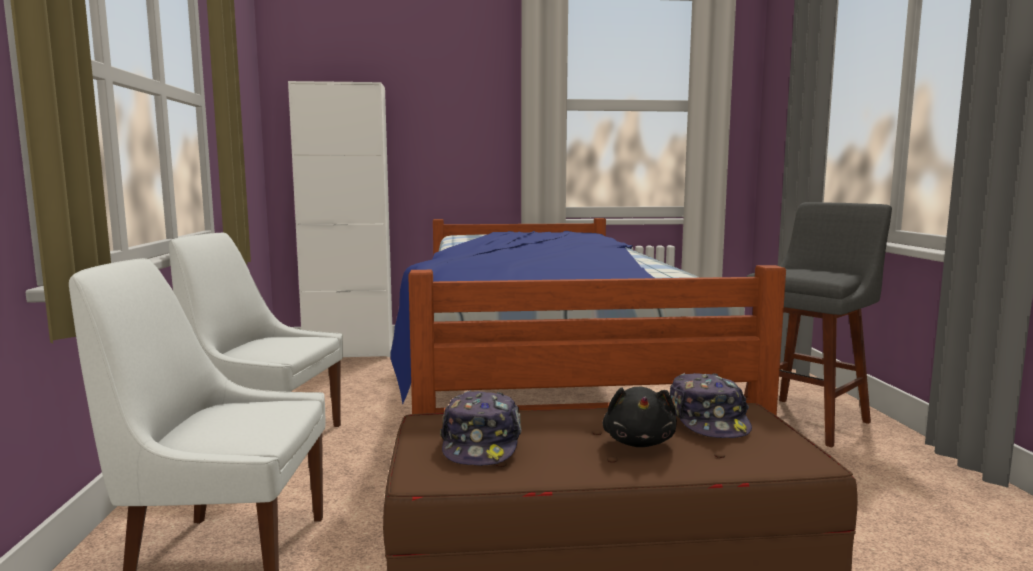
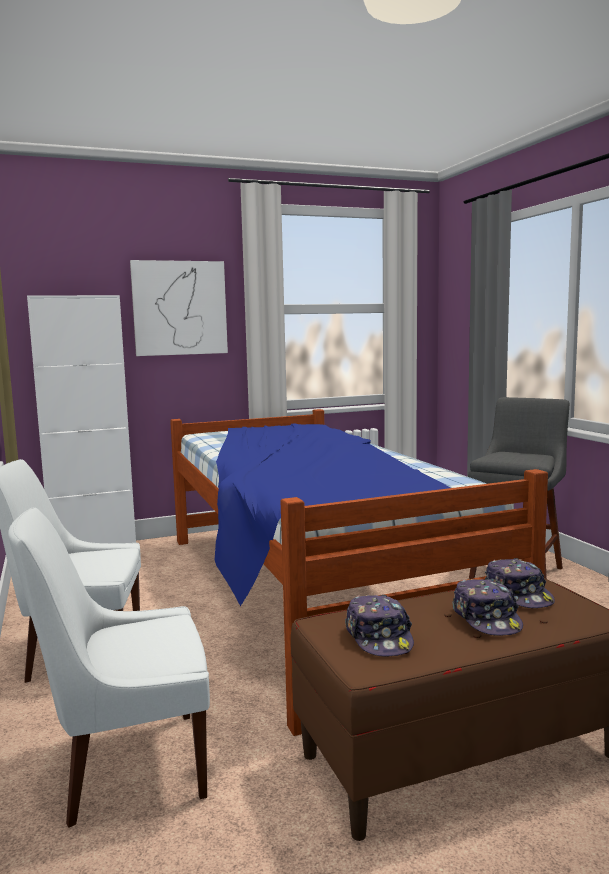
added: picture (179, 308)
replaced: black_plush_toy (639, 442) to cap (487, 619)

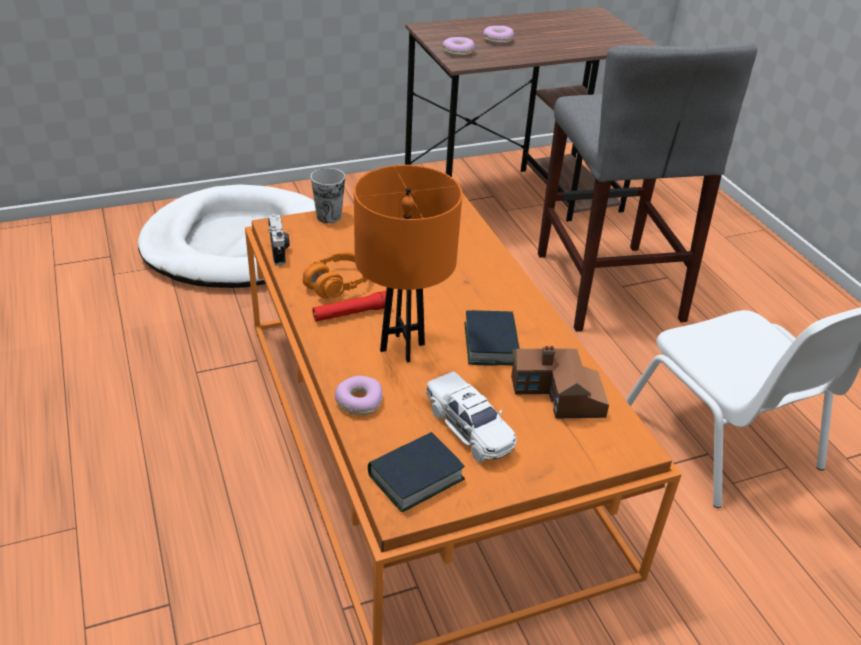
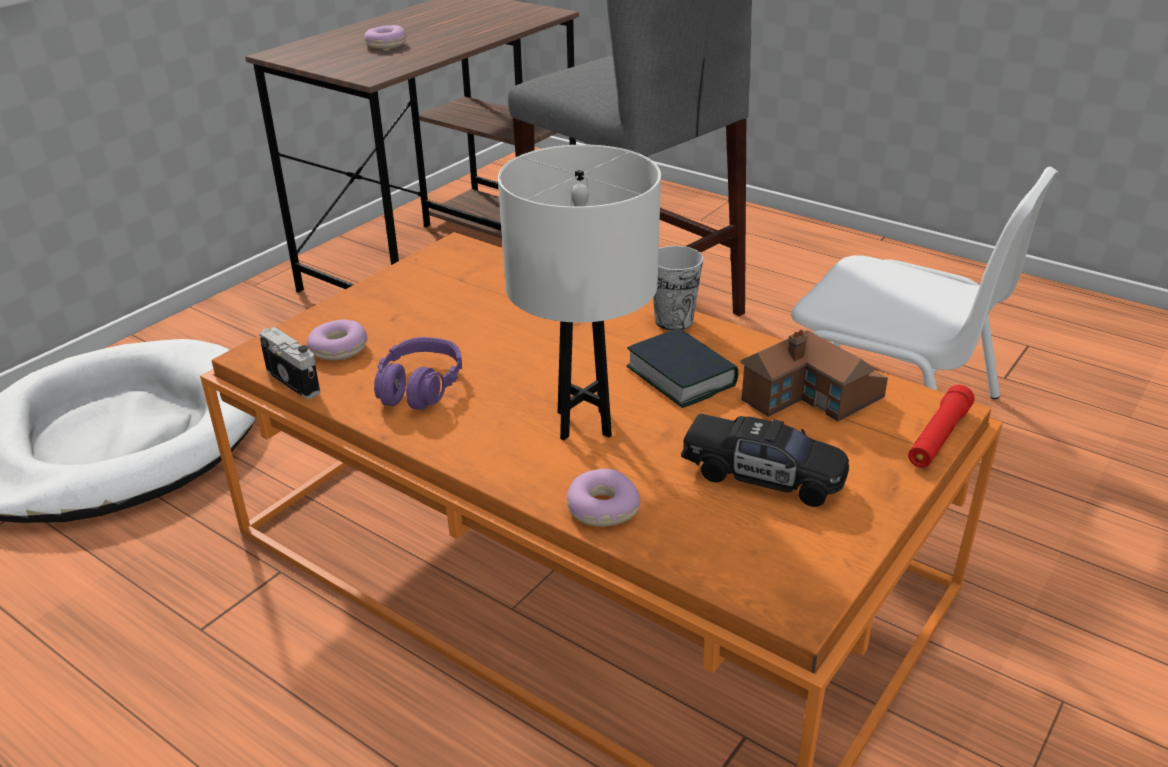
removed: book (415, 477)
moved: cup (329, 216) to (674, 321); red_flashlight (352, 313) to (938, 437); donut (458, 52) to (339, 349)
recoloured: orange_headphones (337, 284) to purple_headphones (419, 387); orange_table_lamp (402, 347) to white_table_lamp (584, 423); white_toy_car (469, 428) to black_toy_car (763, 475)

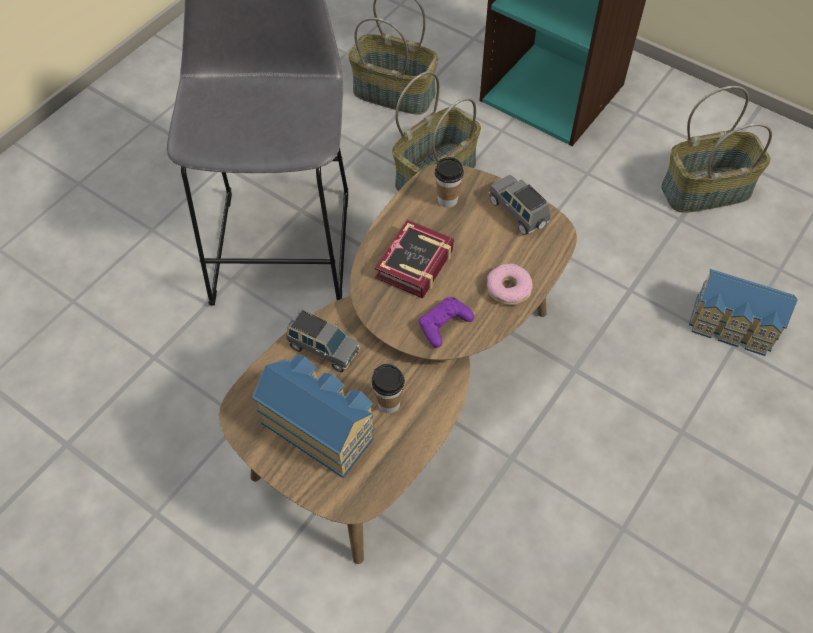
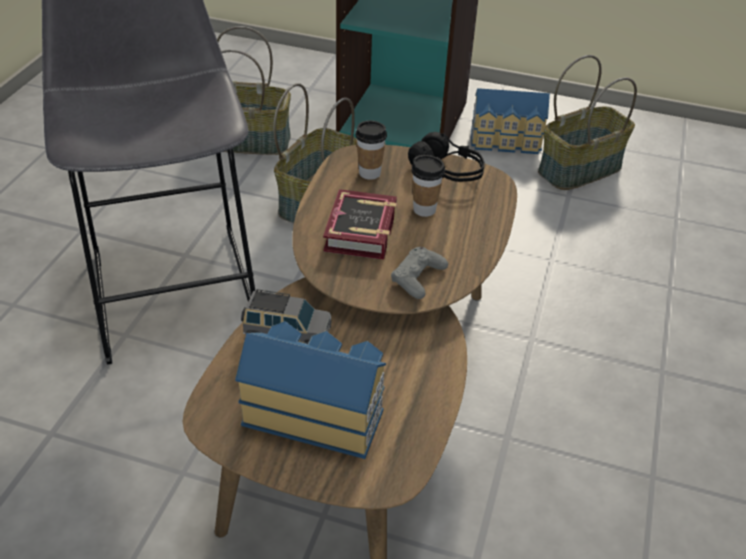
removed: donut (508, 289)
moved: cup (389, 403) to (424, 209); toy_house (733, 327) to (506, 141)
replaced: grey_toy_car (518, 213) to black_headphones (447, 172)
recoloured: purple_game_controller (444, 324) to grey_game_controller (418, 278)

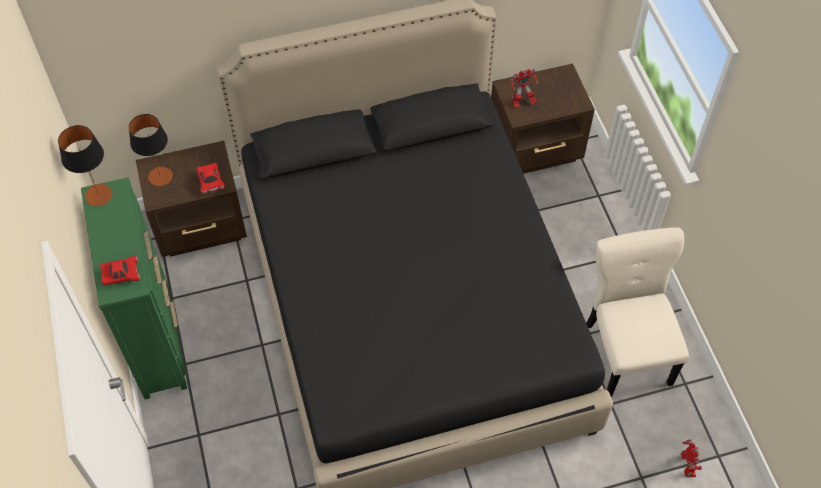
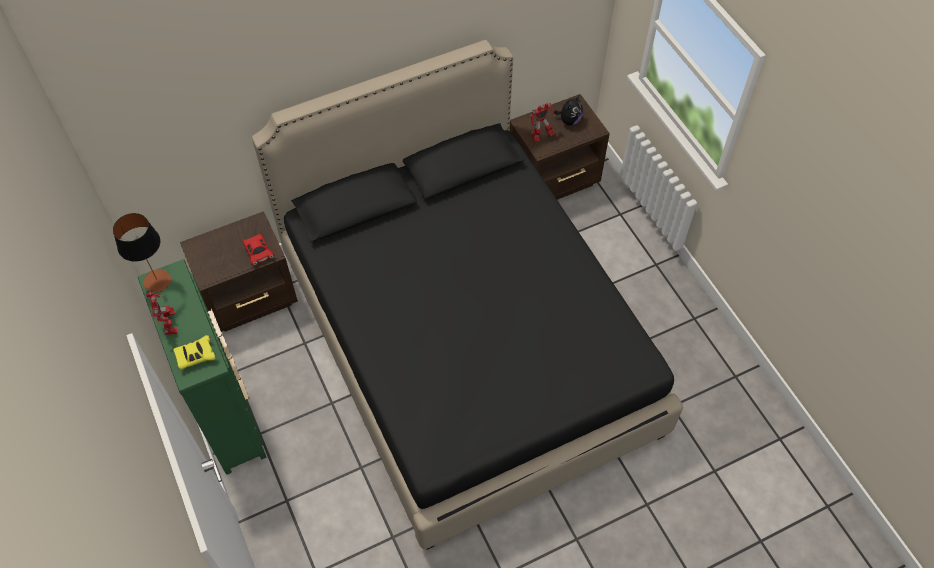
removed: table_lamp (160, 176); beige_chair (626, 350)
added: plush_toy (569, 120)
moved: toy_robot (686, 467) to (170, 325)
recoloured: red_toy_car (121, 275) to yellow_toy_car (196, 356)

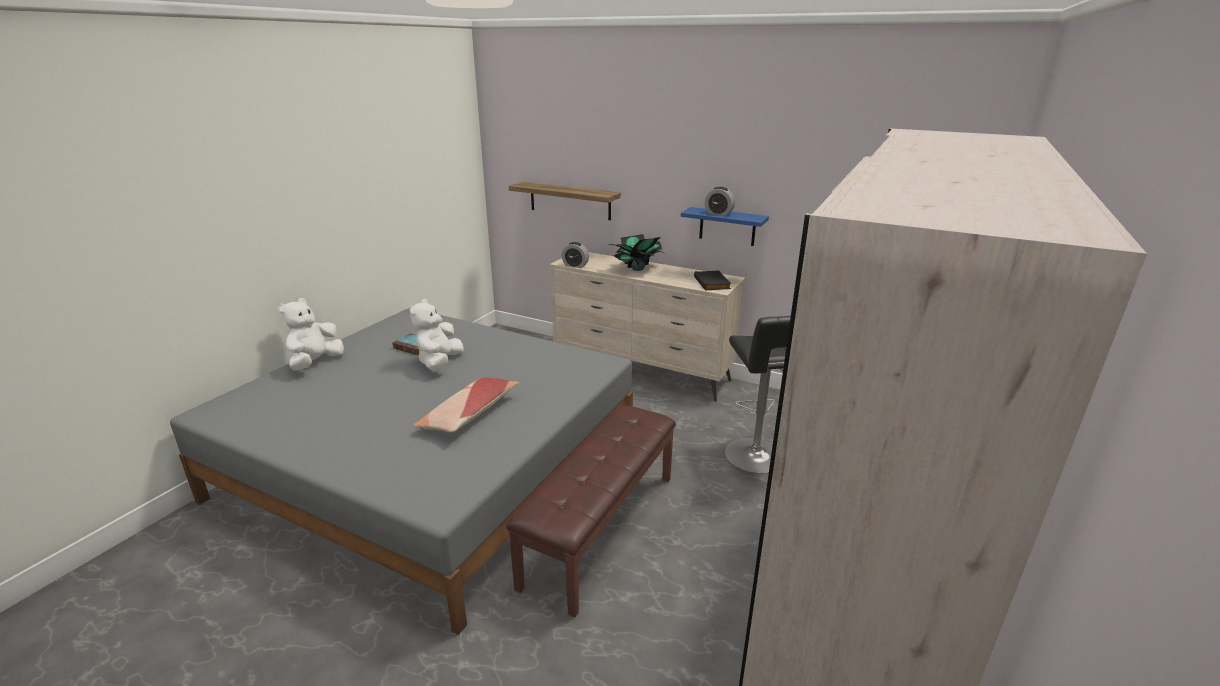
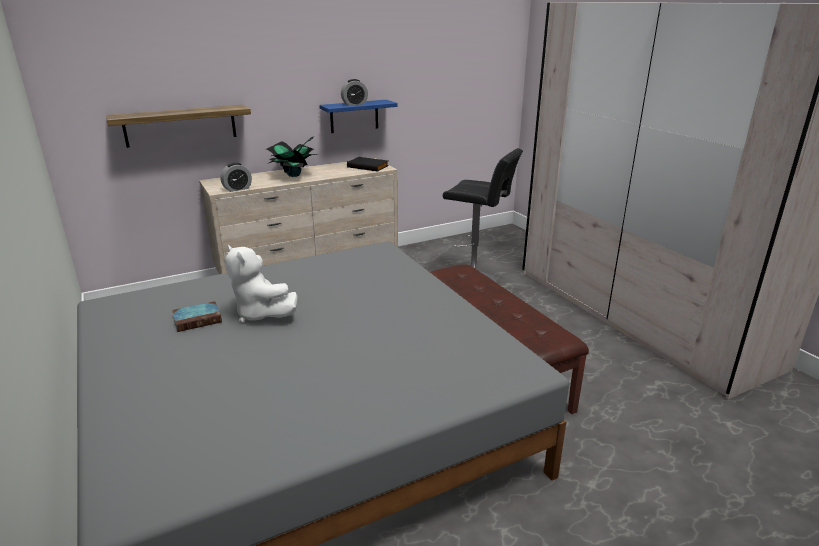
removed: white_plush_toy (315, 363); pillow (469, 414)

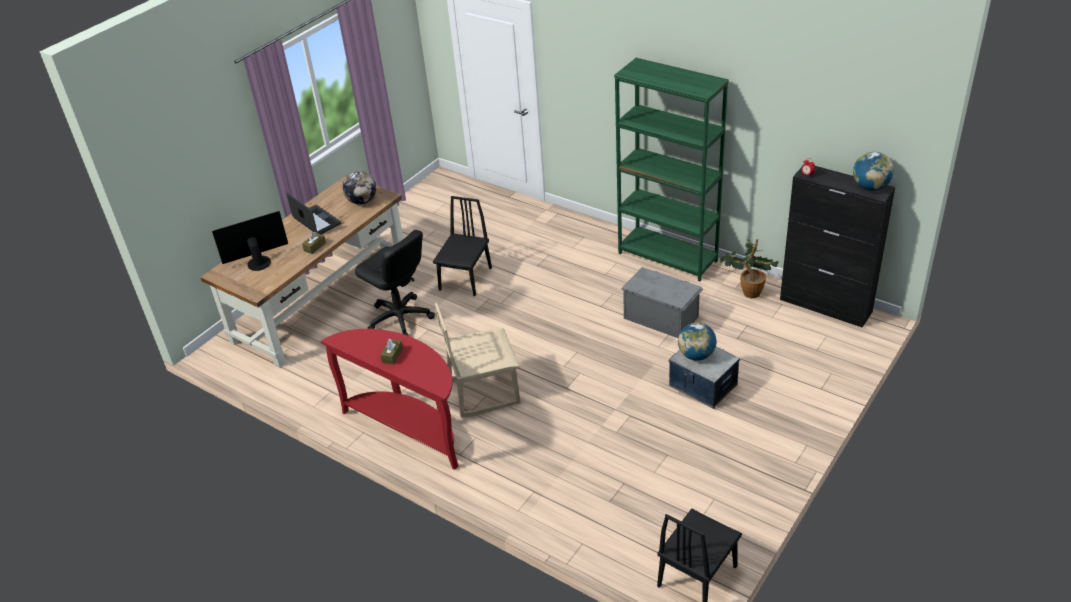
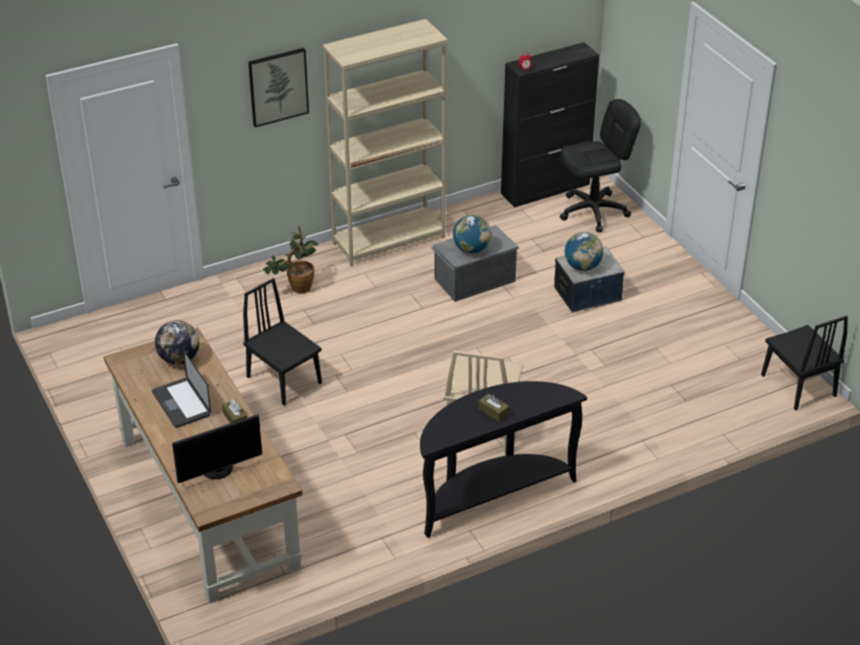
added: picture (278, 86)
moved: black_office_chair (400, 318) to (593, 211); potted_plant (748, 291) to (296, 288); globe (870, 187) to (471, 249)
recoloured: red_console_table (410, 428) to black_console_table (491, 494); green_bookcase (668, 257) to beige_bookcase (389, 240)
turned: monitor (258, 262) = (218, 470) 120 degrees counterclockwise; laptop (317, 221) = (181, 404) 105 degrees counterclockwise

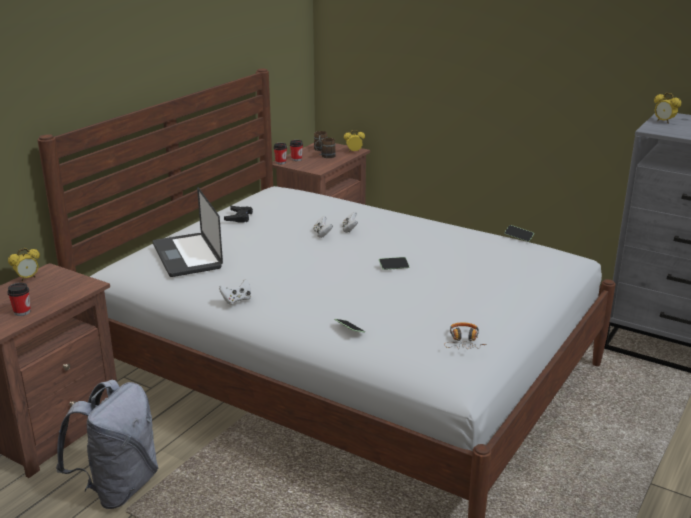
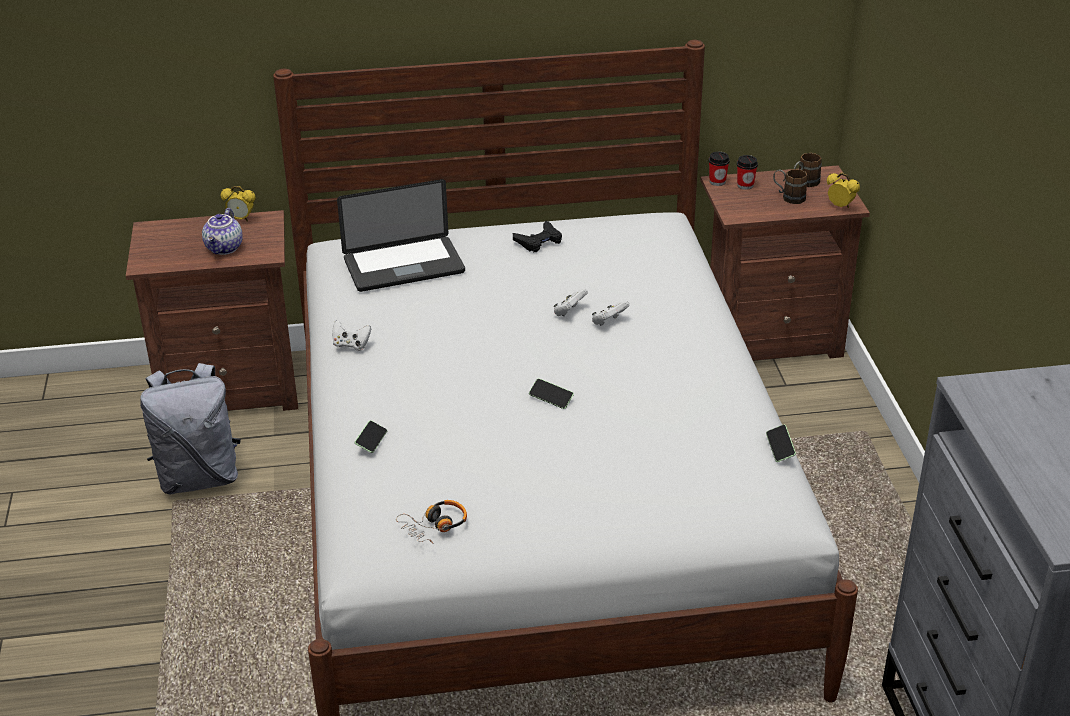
removed: cup (22, 312); alarm_clock (664, 122)
added: teapot (225, 248)
turned: laptop (187, 256) = (404, 266) 135 degrees counterclockwise

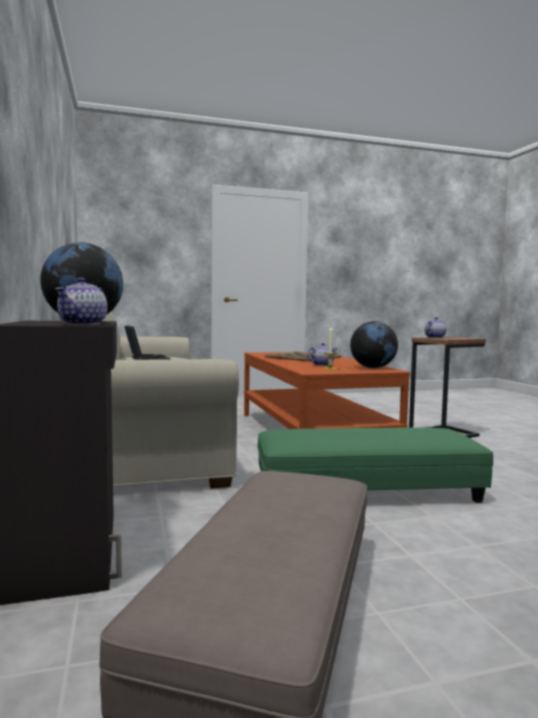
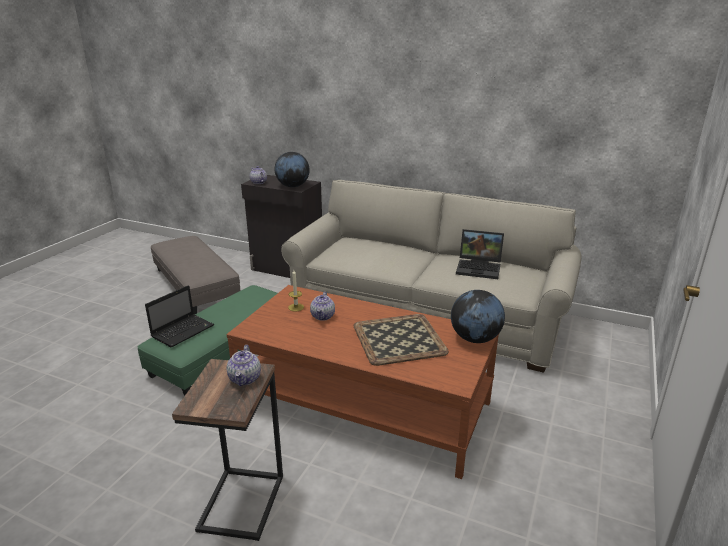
added: laptop (183, 331)
moved: globe (373, 368) to (475, 339)

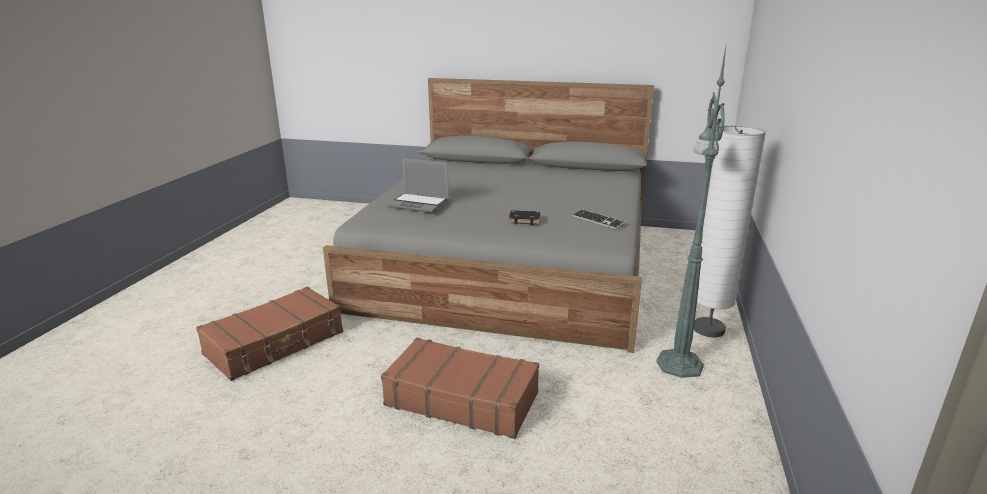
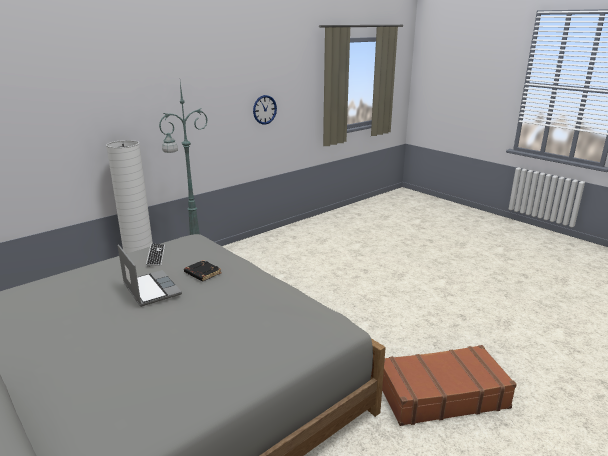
removed: brown_suitcase (462, 398)
added: wall_clock (264, 109)
moved: laptop (419, 204) to (150, 289)

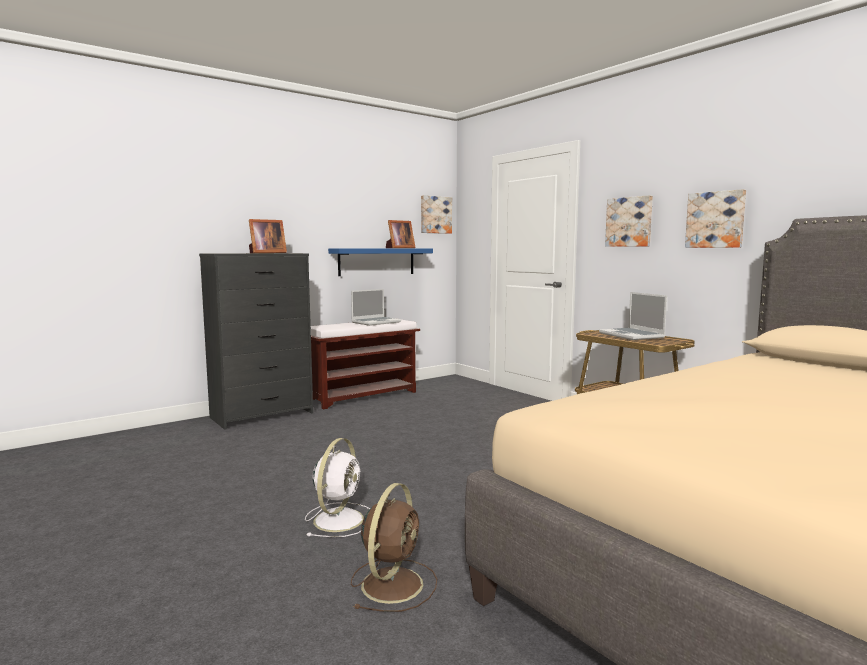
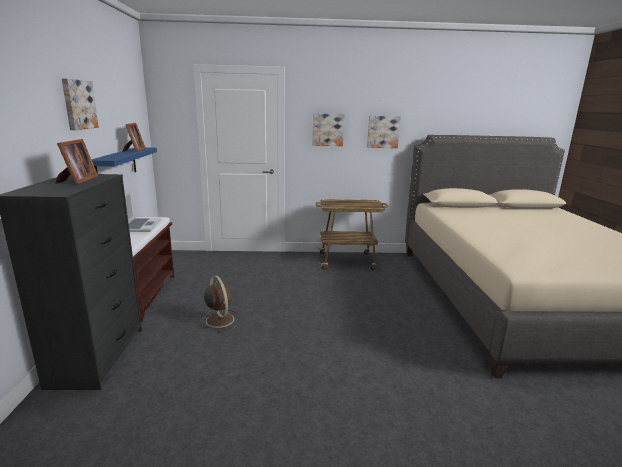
removed: white_fan (339, 519); laptop (632, 335)
moved: brown_fan (393, 583) to (219, 319); picture (435, 215) to (78, 104)

